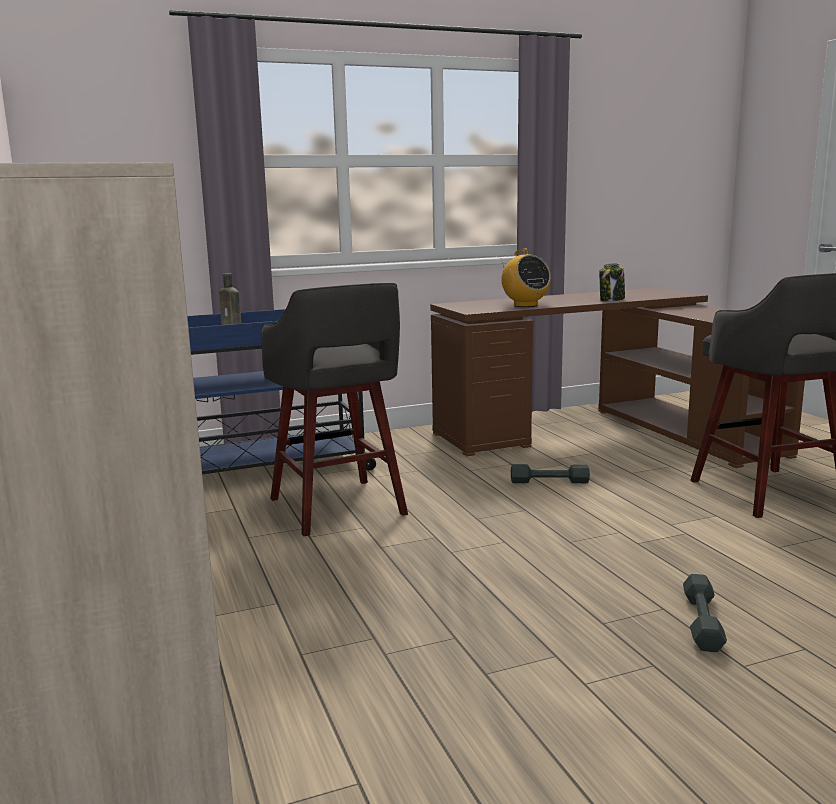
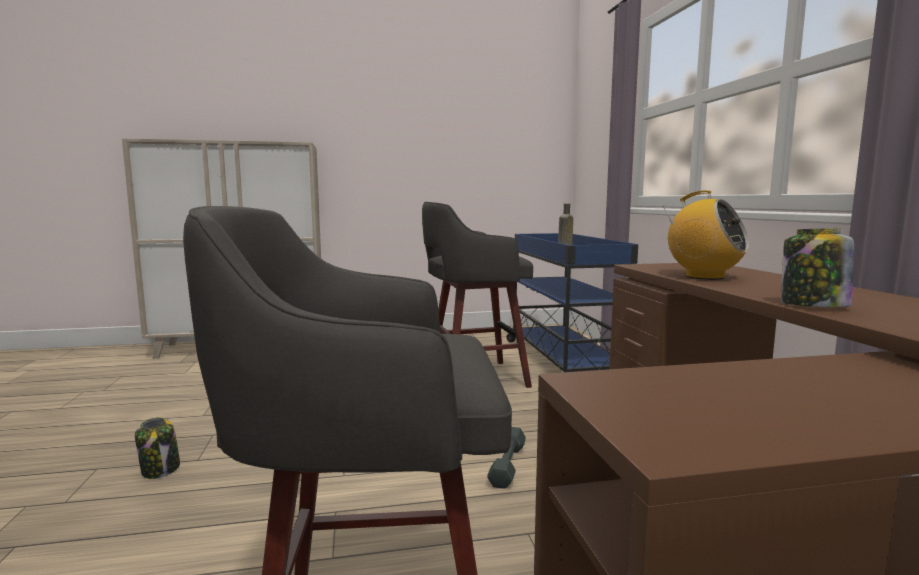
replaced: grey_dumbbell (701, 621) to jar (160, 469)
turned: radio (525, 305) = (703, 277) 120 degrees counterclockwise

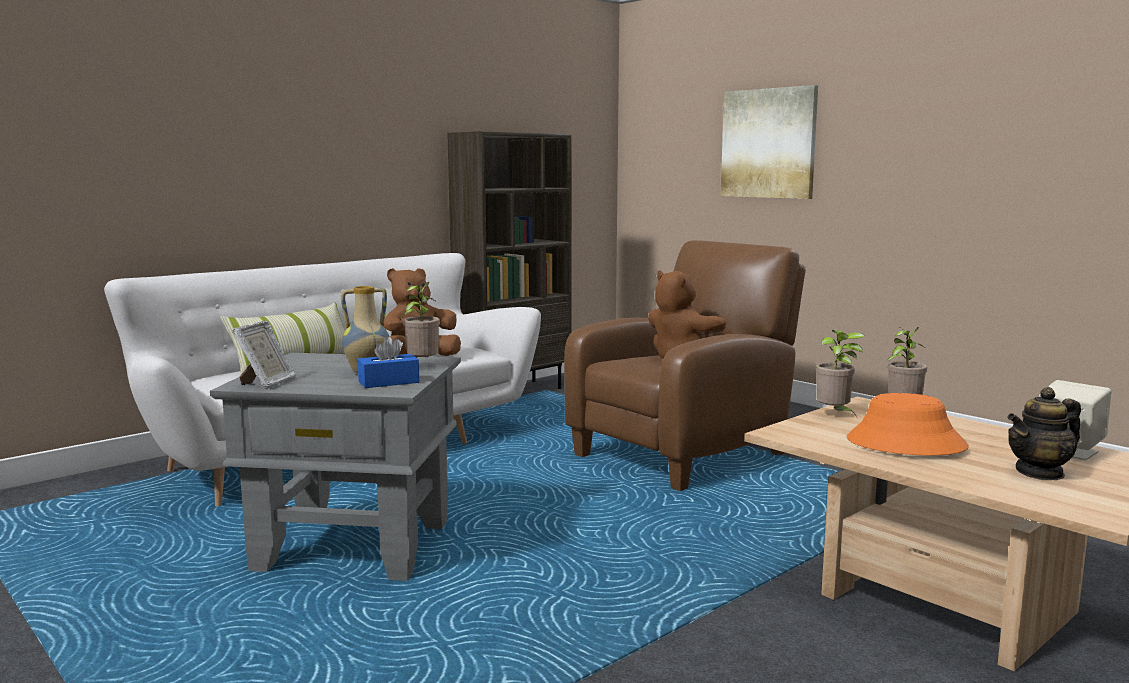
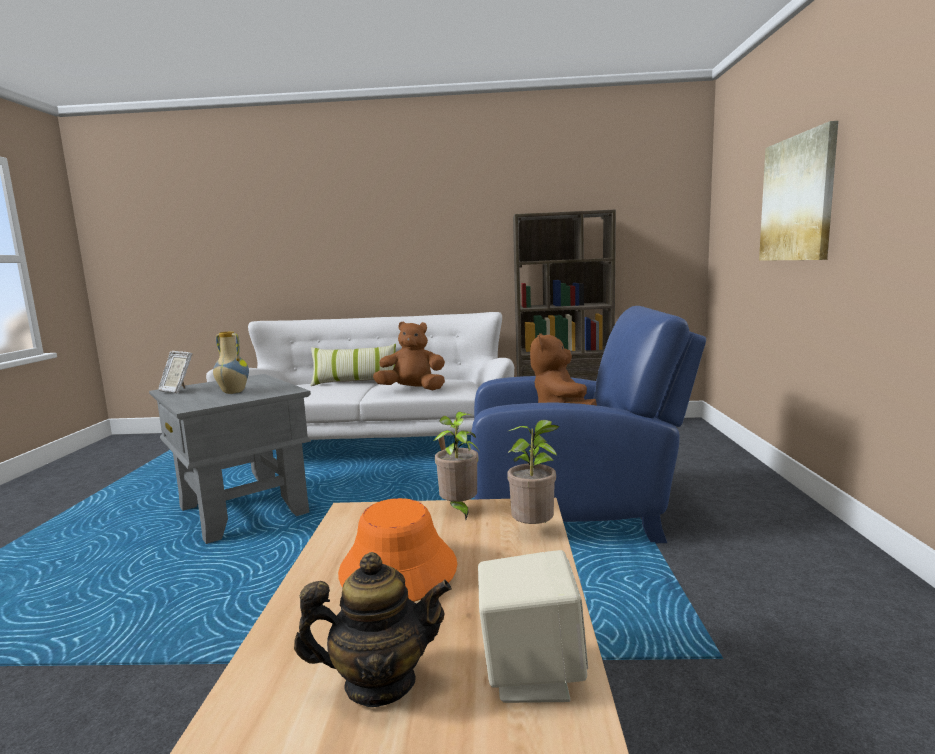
removed: blue_tissue_box (388, 382); potted_plant (422, 365)
recoloured: brown_armchair (685, 453) to blue_armchair (574, 513)
turned: picture_frame (266, 383) = (177, 391) 60 degrees clockwise; teapot (1040, 473) = (379, 683) 150 degrees clockwise

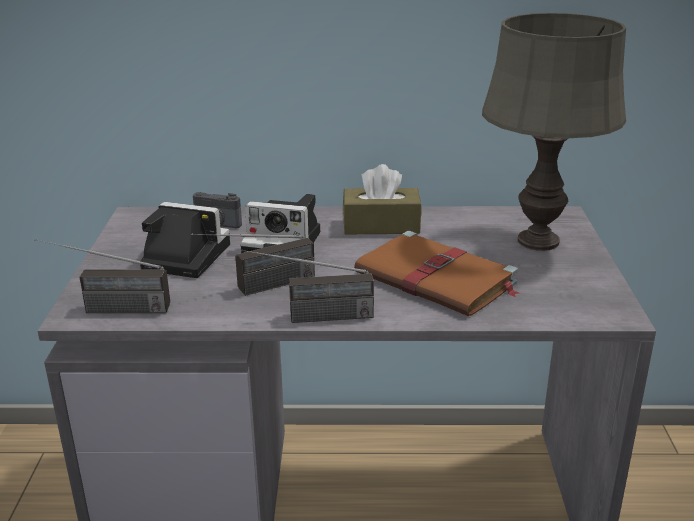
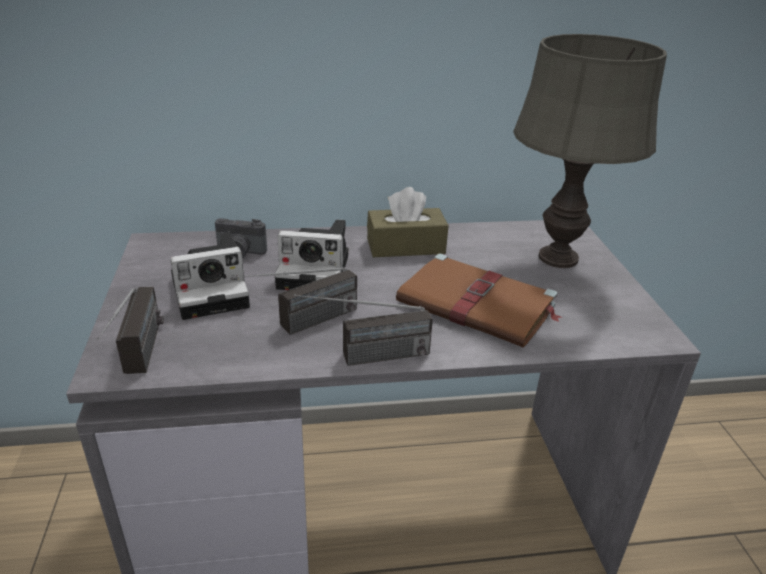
turned: radio (106, 309) = (141, 360) 90 degrees counterclockwise; photo_camera (182, 257) = (213, 291) 150 degrees clockwise

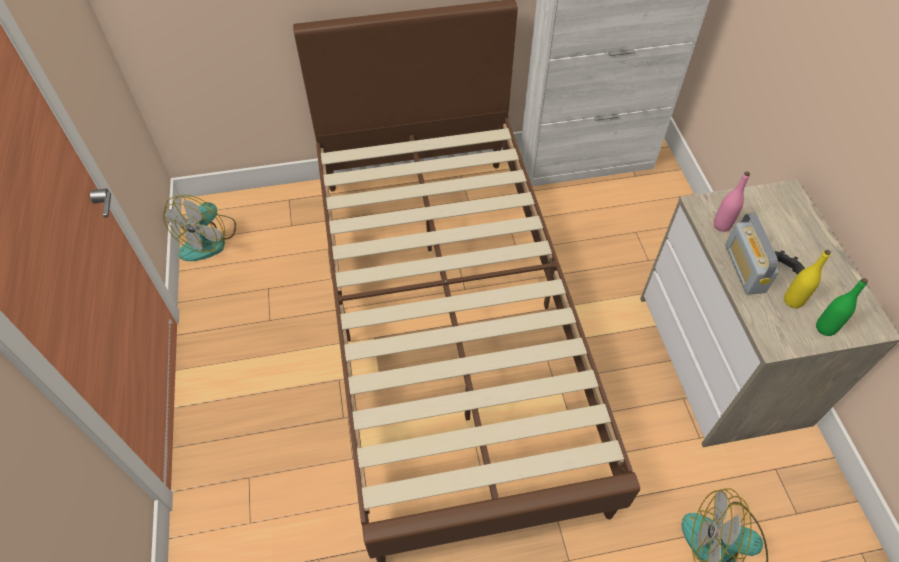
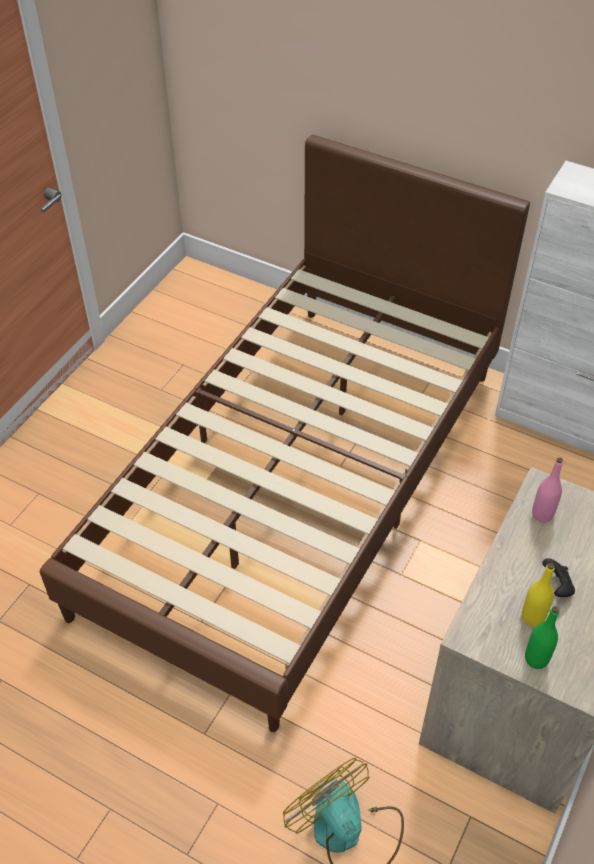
removed: fan (209, 239); radio (744, 268)

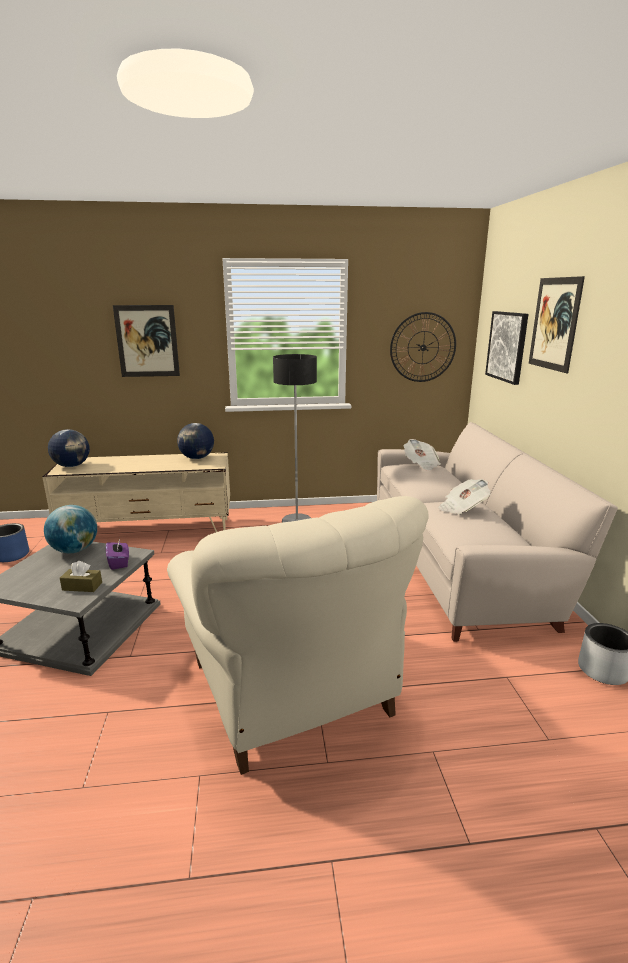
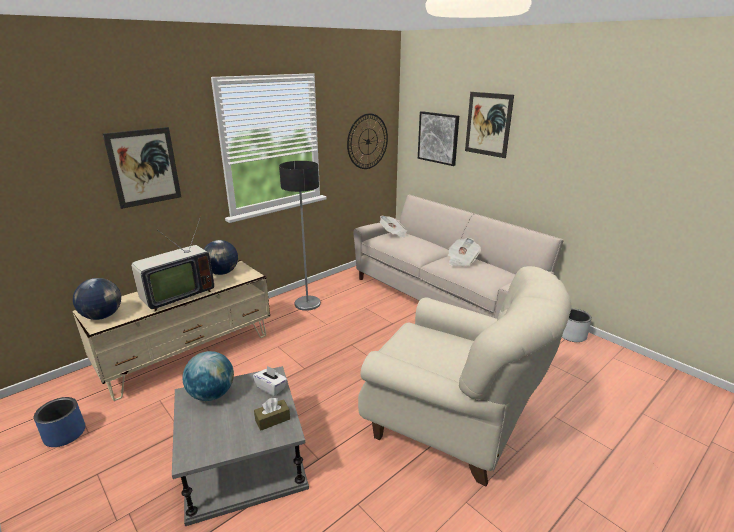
added: television (176, 296)
recoloured: purple_tissue_box (119, 562) to white_tissue_box (271, 388)

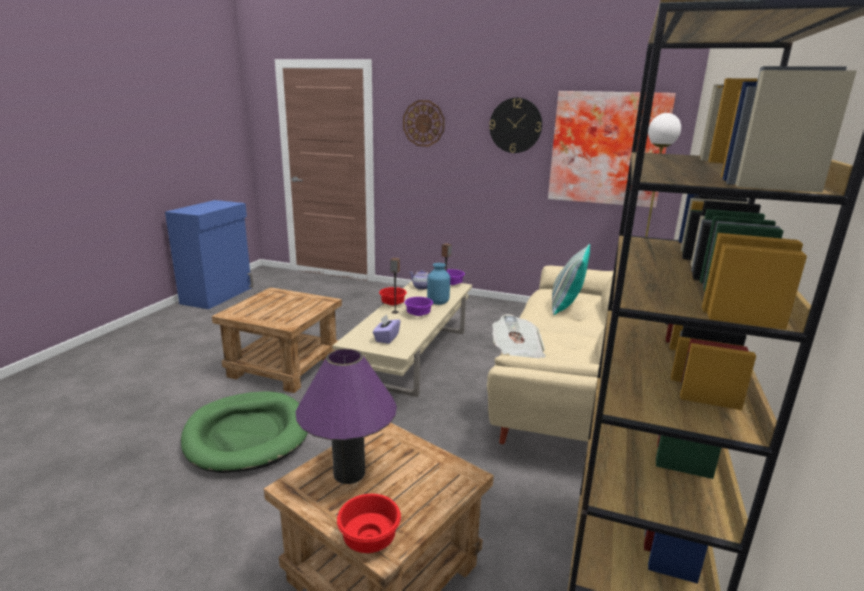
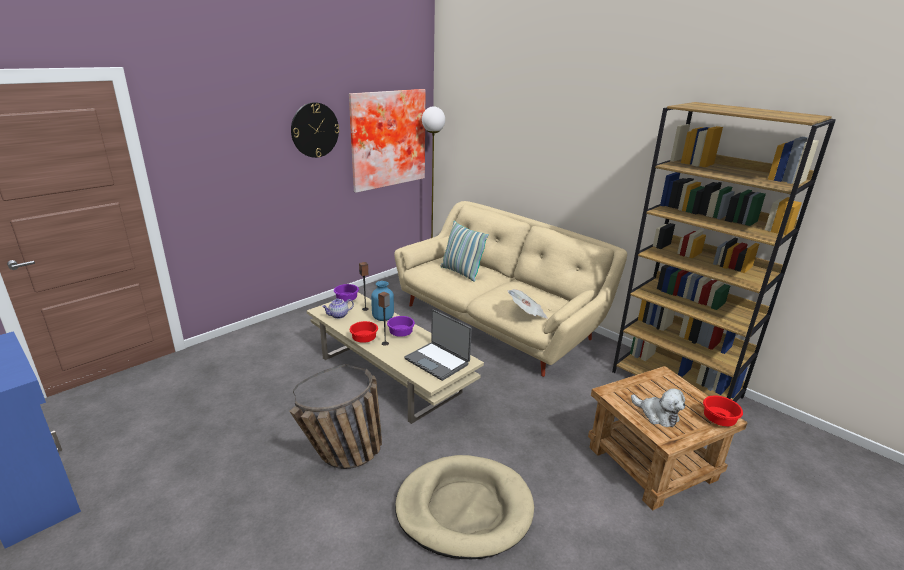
removed: wall_clock (423, 123)
replaced: brown_side_table (285, 366) to basket (344, 459); purple_table_lamp (349, 473) to plush_toy (657, 415); purple_tissue_box (386, 338) to laptop (438, 361)
recoloured: green_dog_bed (247, 435) to beige_dog_bed (464, 509)

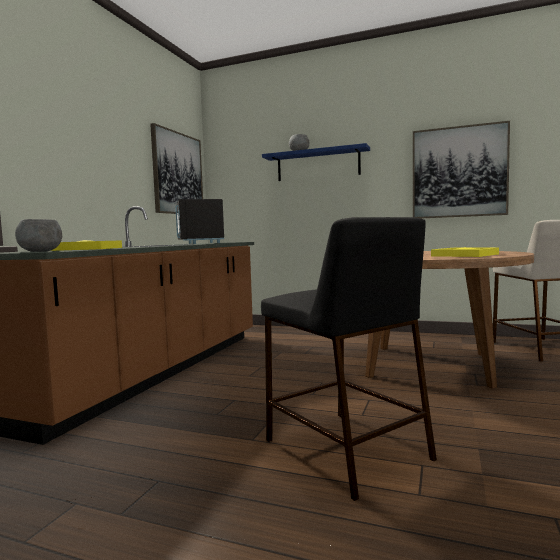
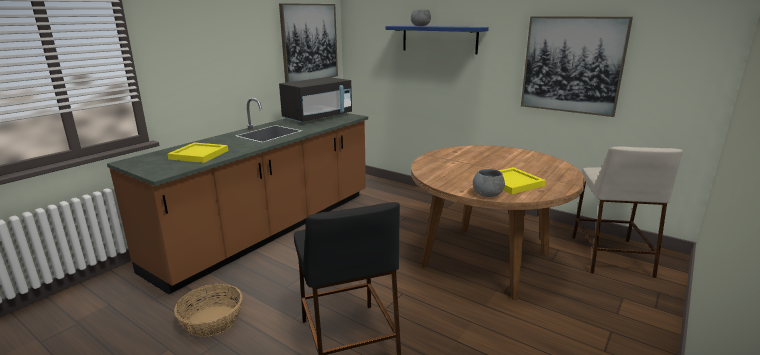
added: basket (211, 321)
moved: grey_bowl (41, 251) to (488, 195)
turned: black_microwave (199, 243) = (318, 117) 135 degrees counterclockwise

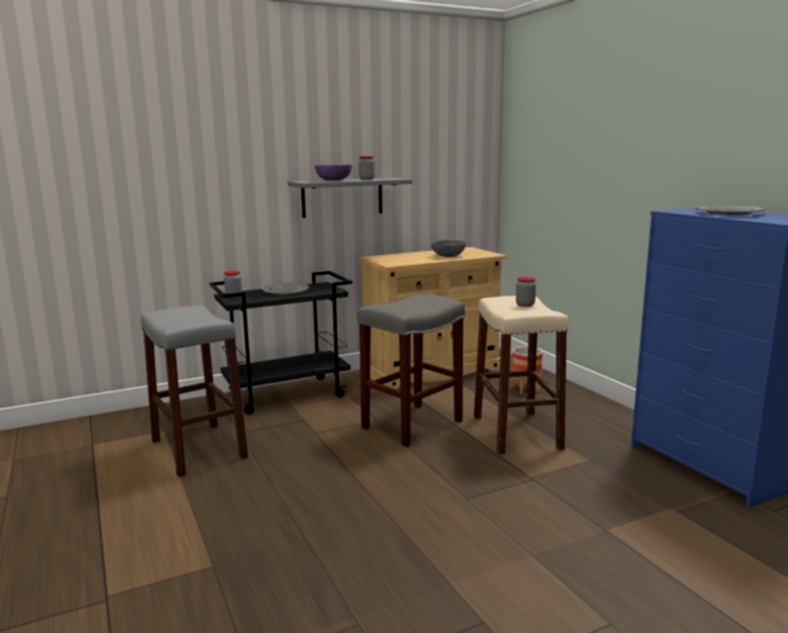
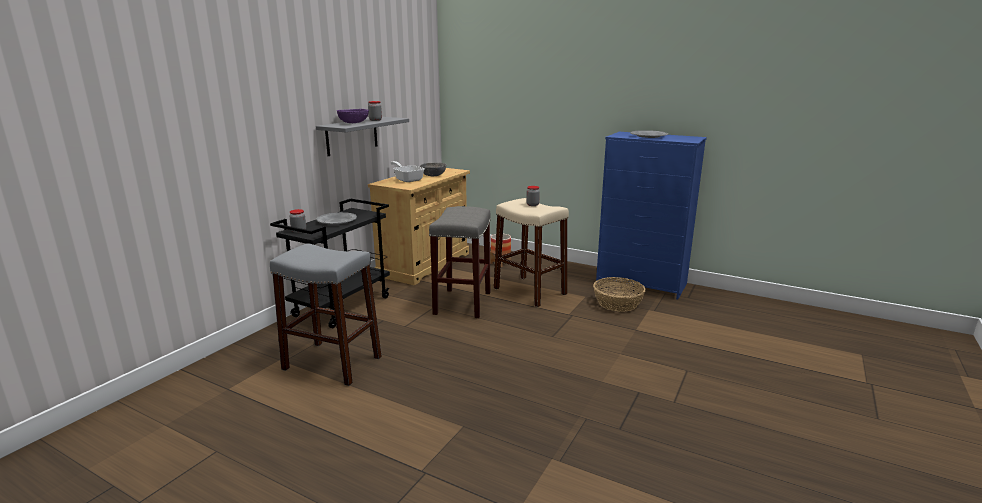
added: frying_pan (407, 179); basket (617, 303)

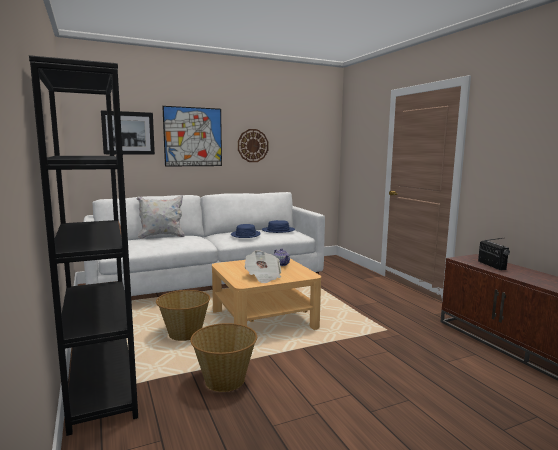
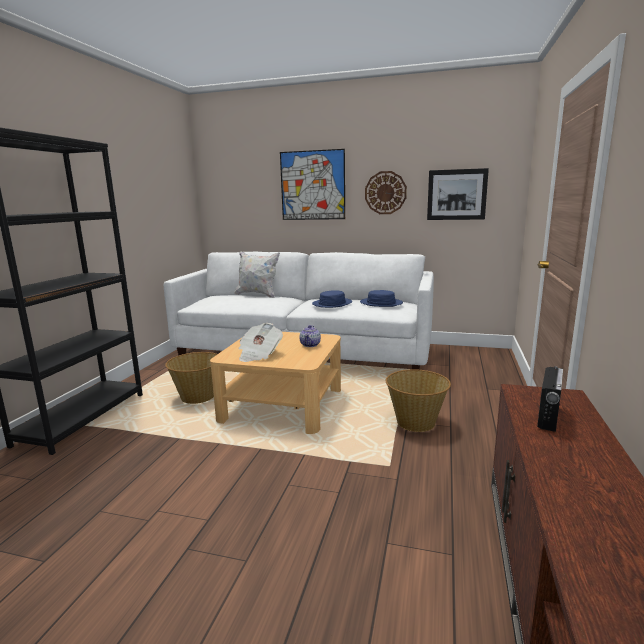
moved: picture (128, 133) to (456, 194); basket (224, 380) to (416, 422)

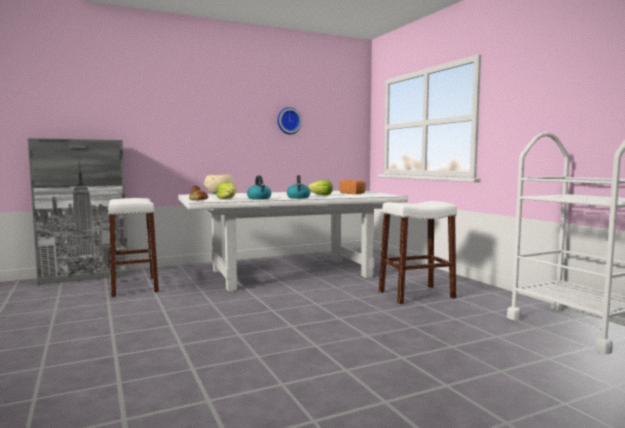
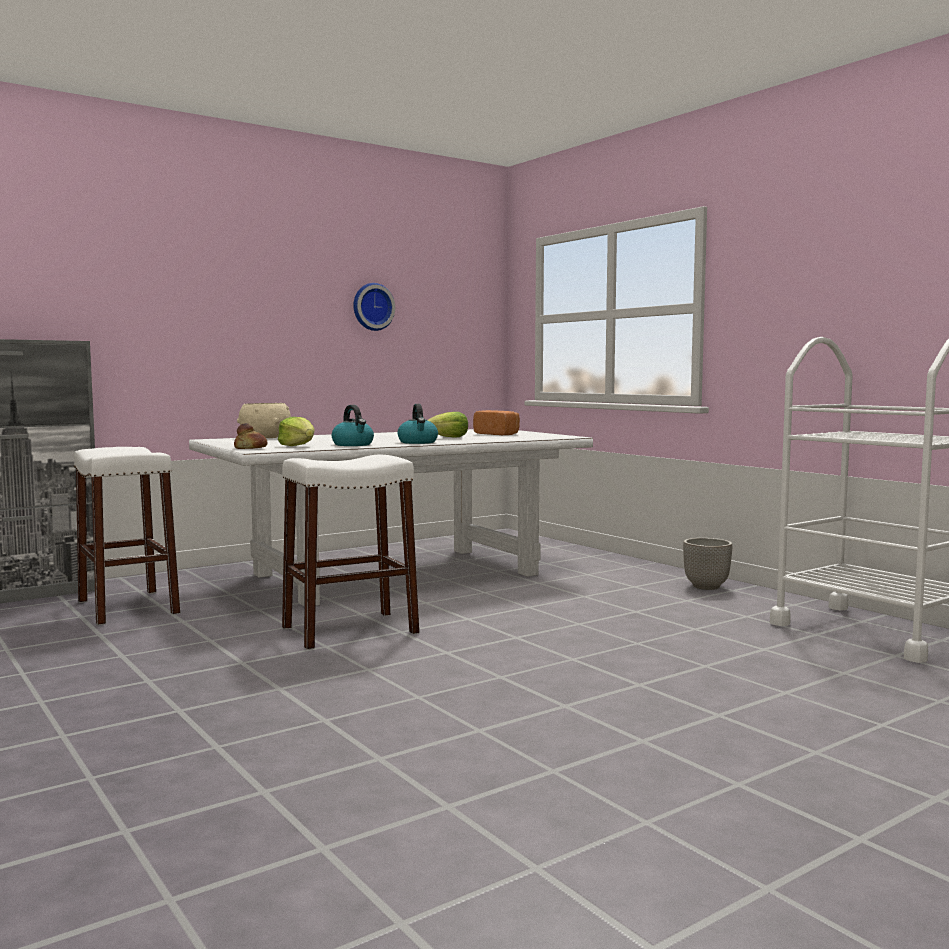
added: planter (707, 587)
moved: white_stool (416, 295) to (349, 630)

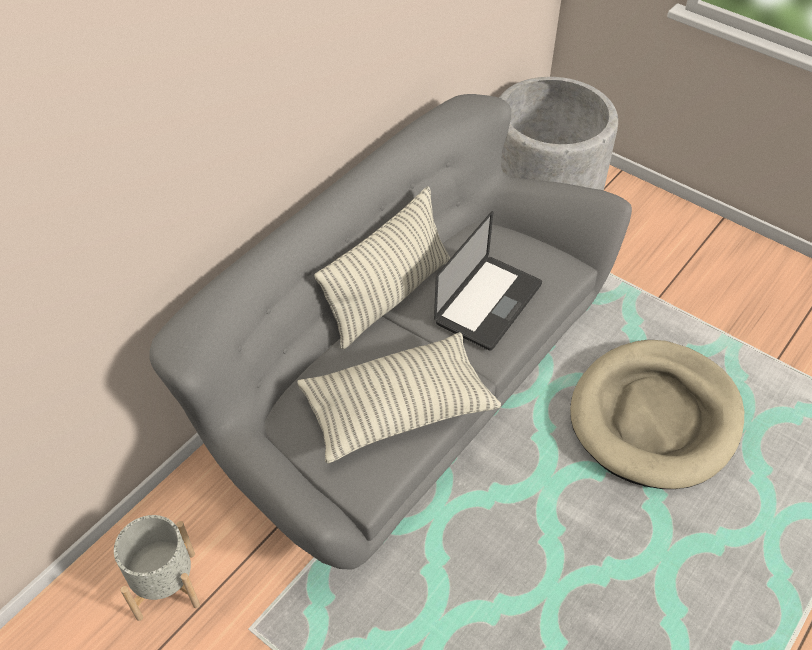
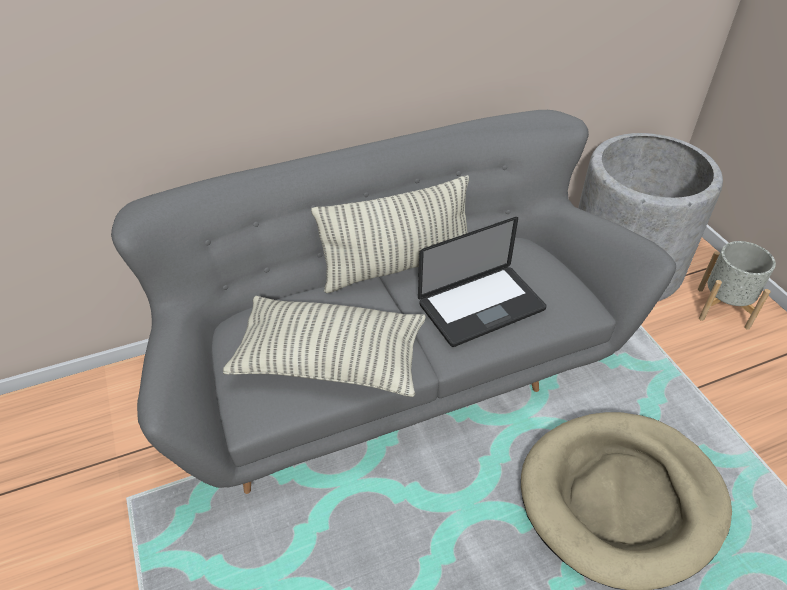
moved: grey_planter (166, 584) to (723, 308)

